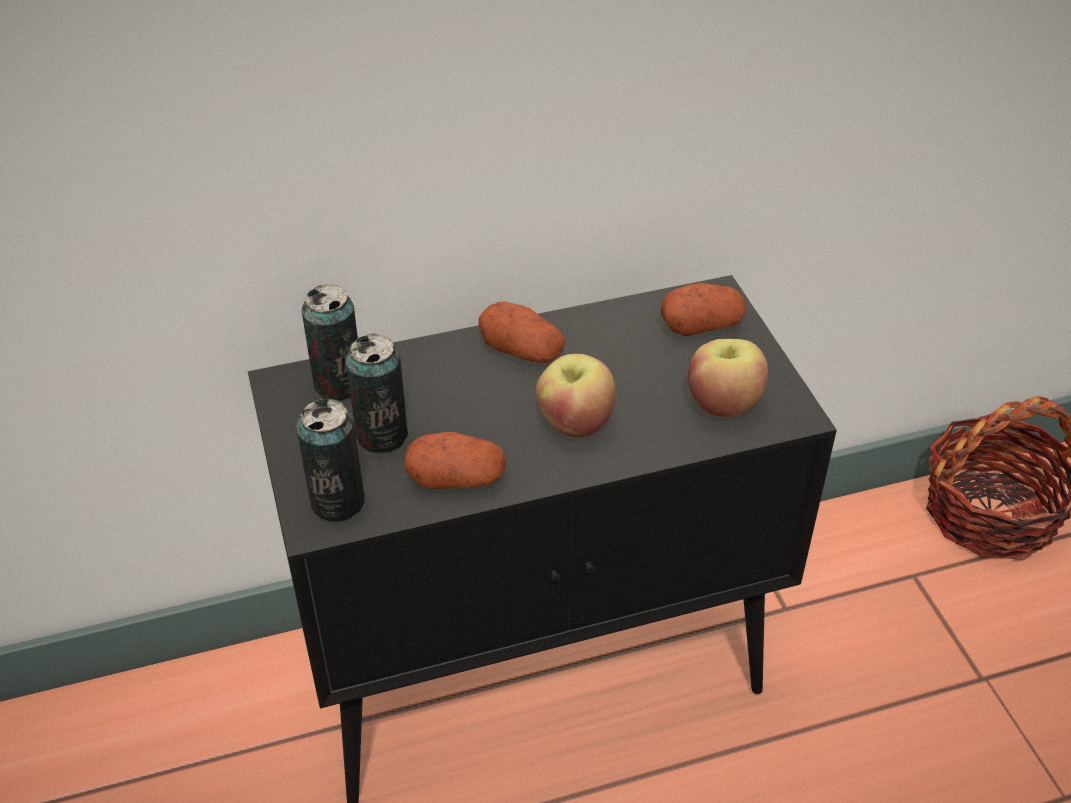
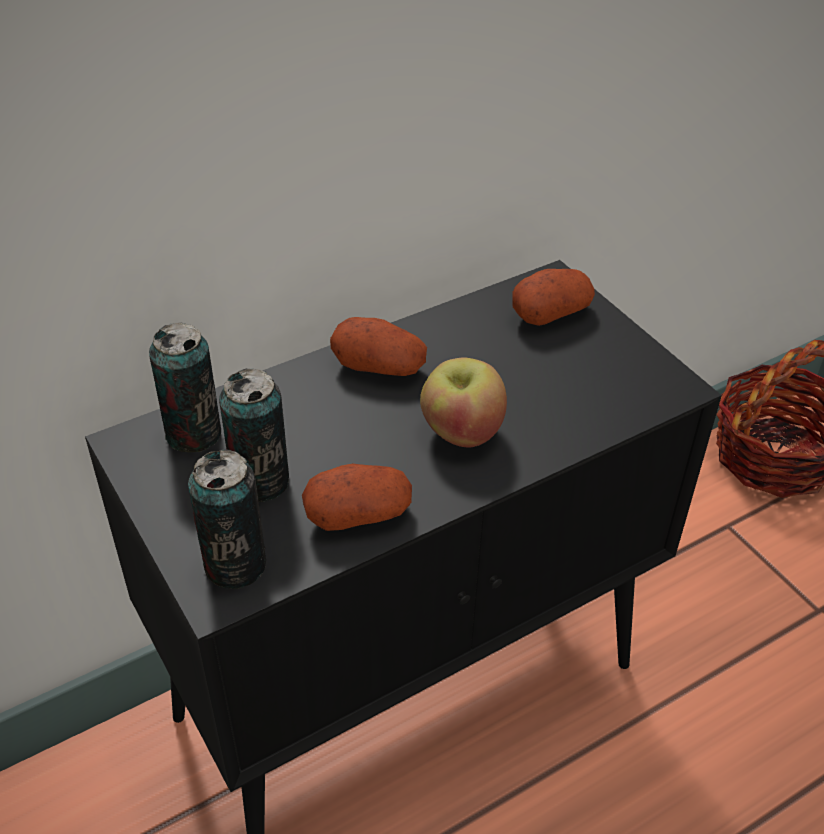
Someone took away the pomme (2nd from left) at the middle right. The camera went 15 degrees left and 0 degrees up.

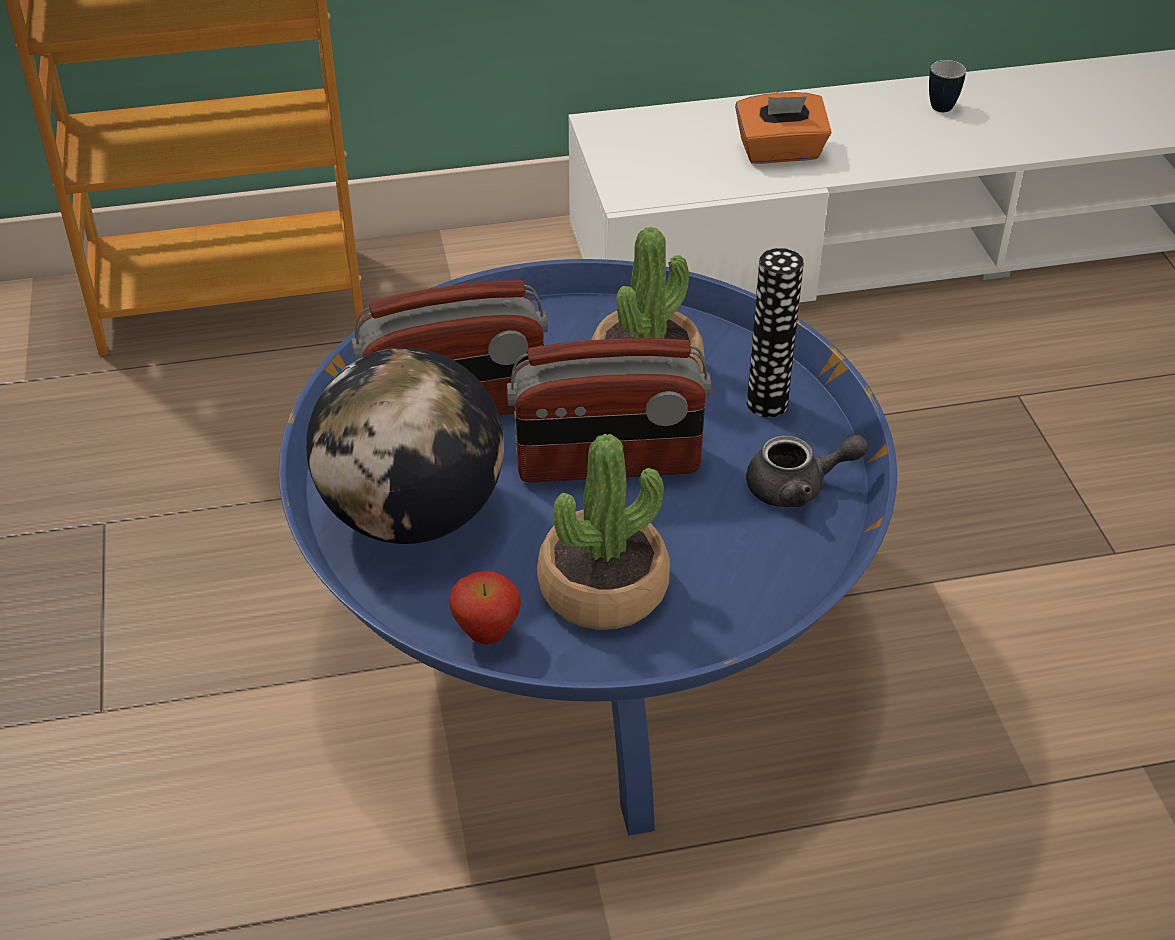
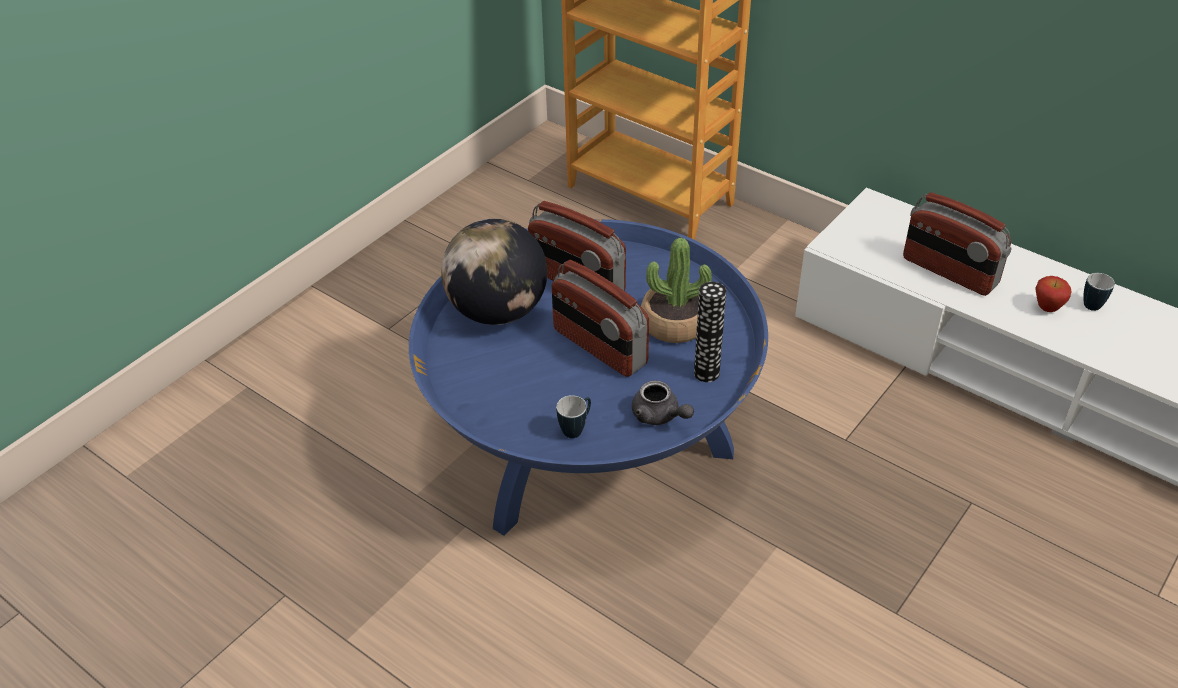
Someone swapped the boîte à mouchoirs (orange) at the top centre for the radio (3rd from left) at the middle right. Someone took away the plante en pot (1st from left) at the centre. Someone carried the pomme from the centre to the middle right. Someone put down the mug (1st from left) at the centre. The camera went 50 degrees right and 0 degrees up.

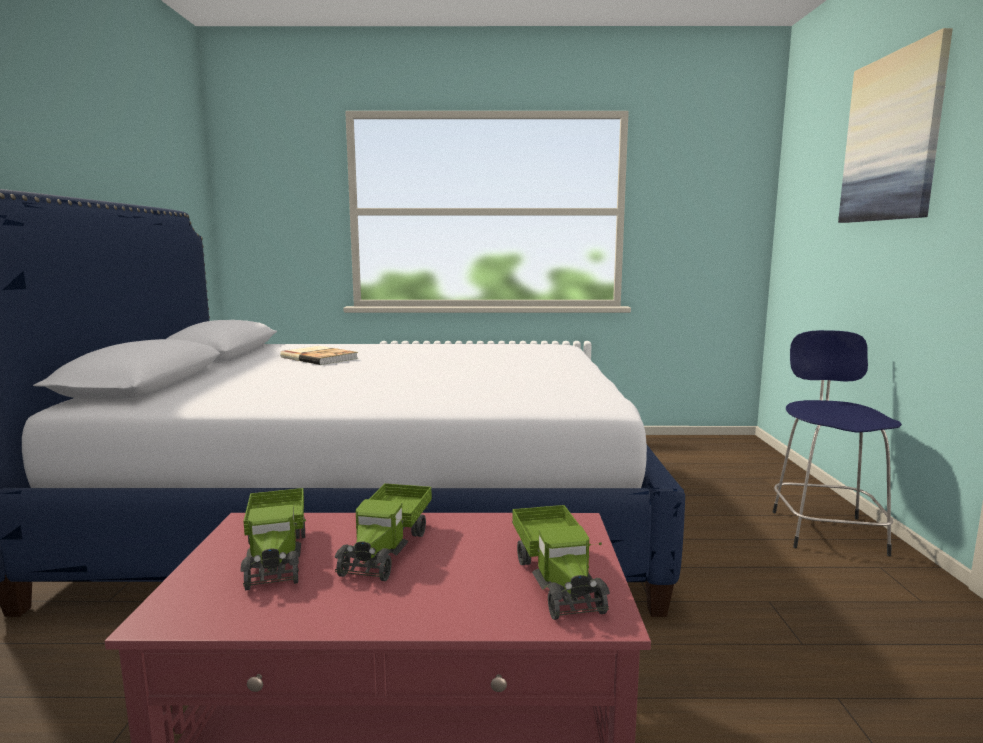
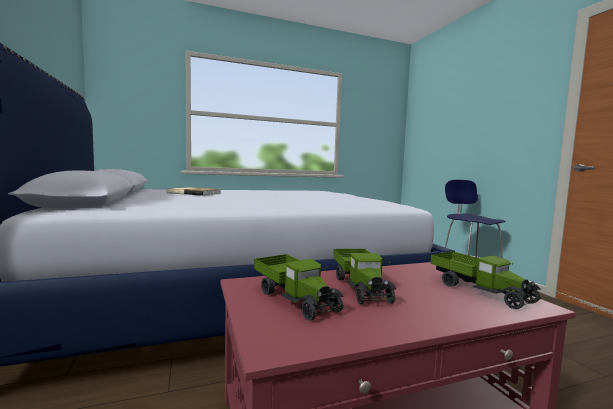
Someone took away the tableau at the top right. The camera went 20 degrees left and 5 degrees down.

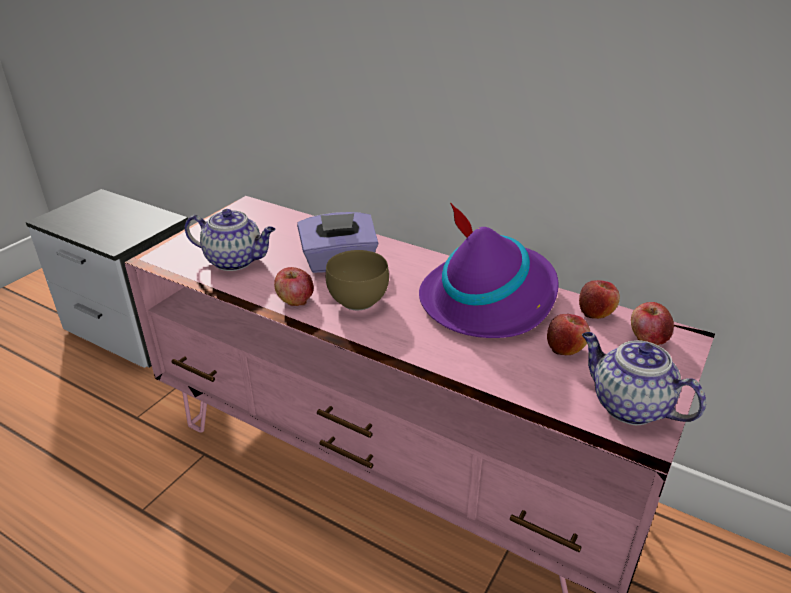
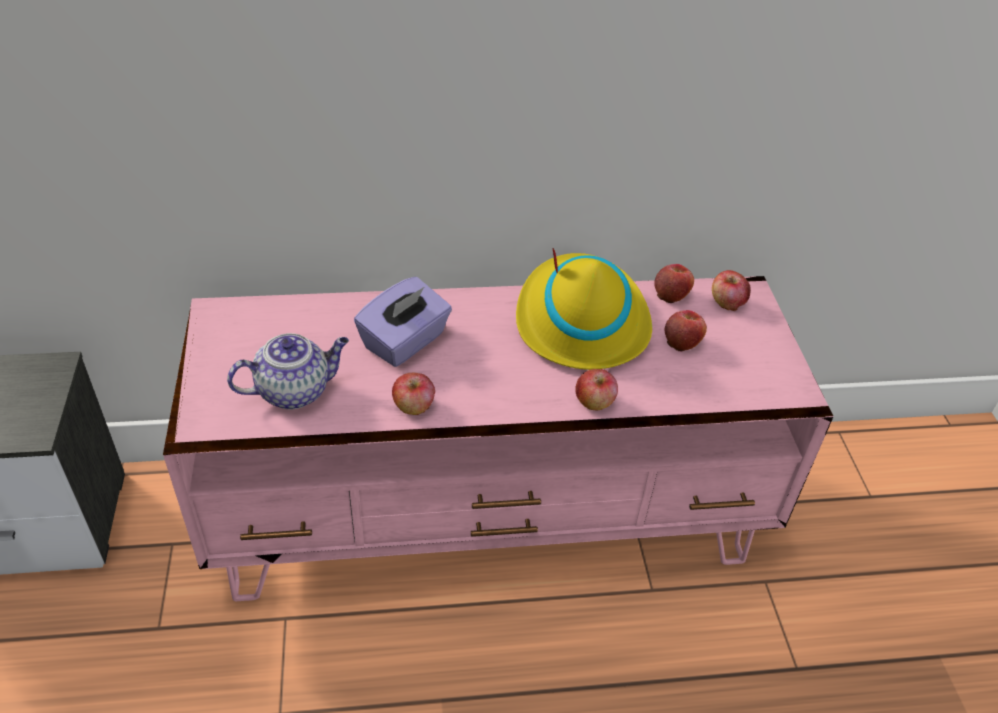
Someone repainted the chapeau (violet) at the centre, which became the chapeau (jaune) at the centre. Someone took away the bol (marron) at the centre. Someone took away the théière (2nd from left) at the middle right. Someone put down the pomme (2nd from left) at the centre. The camera went 40 degrees left and 10 degrees up.

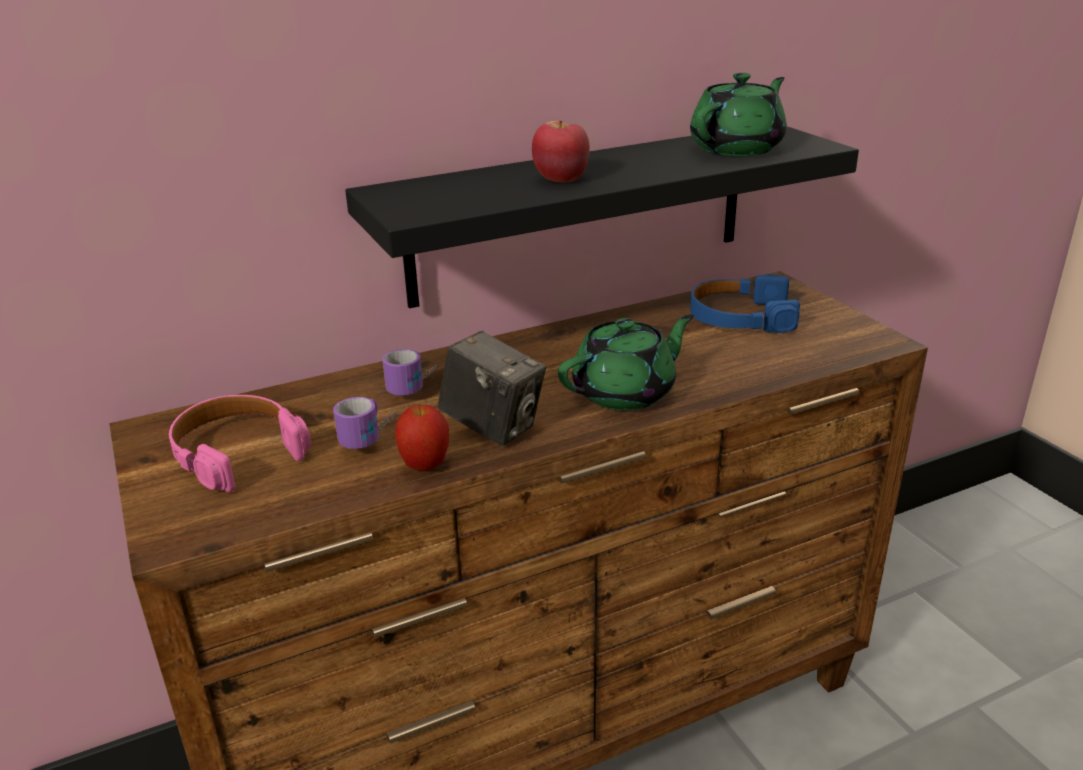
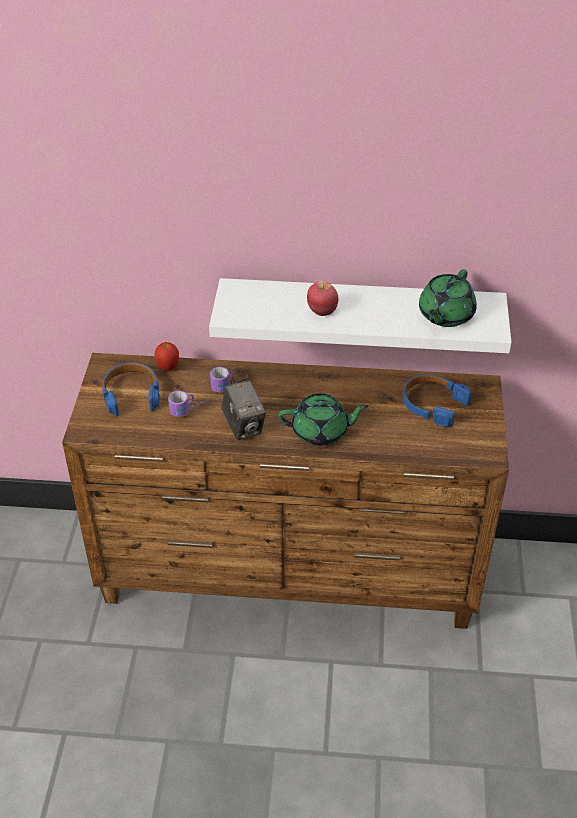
Someone rotated the théière (vert) (2nd from left) at the top right by 135 degrees clockwise. Someone repainted the étagère (noir) at the top centre, which became the étagère (blanc) at the centre. Someone repainted the casque audio (rose) at the middle left, which became the casque audio (bleu) (1st from left) at the middle left. Someone carried the pomme (1st from left) from the centre to the middle left. The camera went 30 degrees right and 15 degrees up.

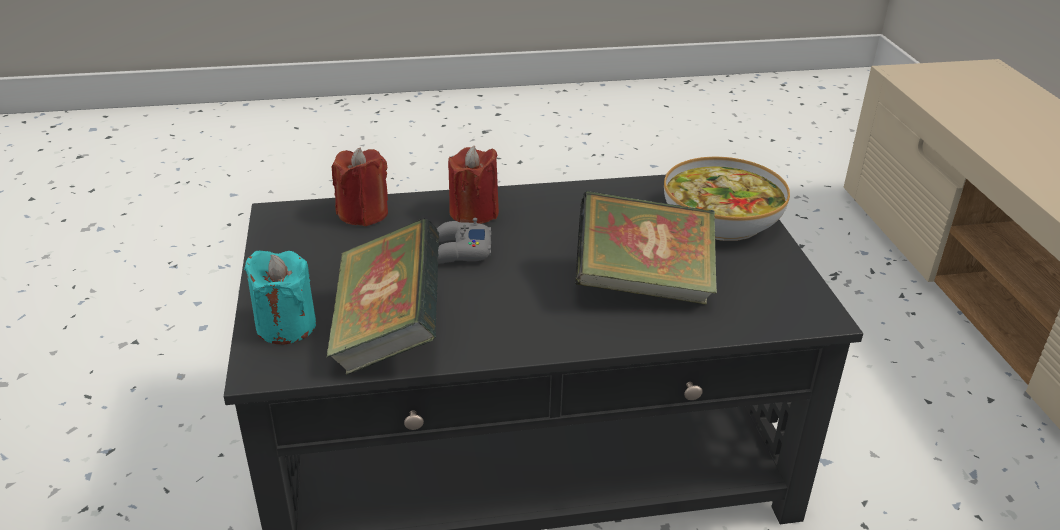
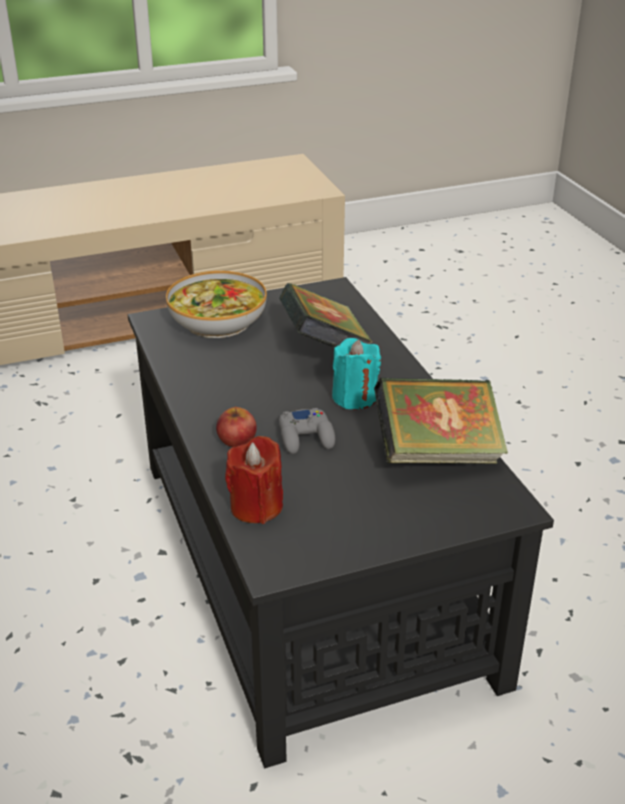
Someone swapped the bougie (rouge) (2nd from left) at the centre for the pomme at the centre. Someone carried the bougie (turquoise) from the middle left to the centre. The camera went 100 degrees left and 0 degrees up.

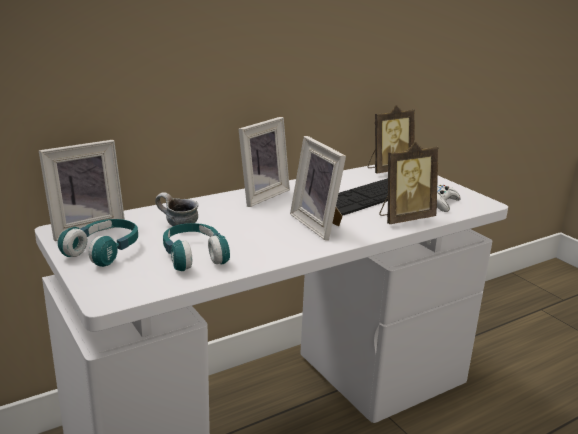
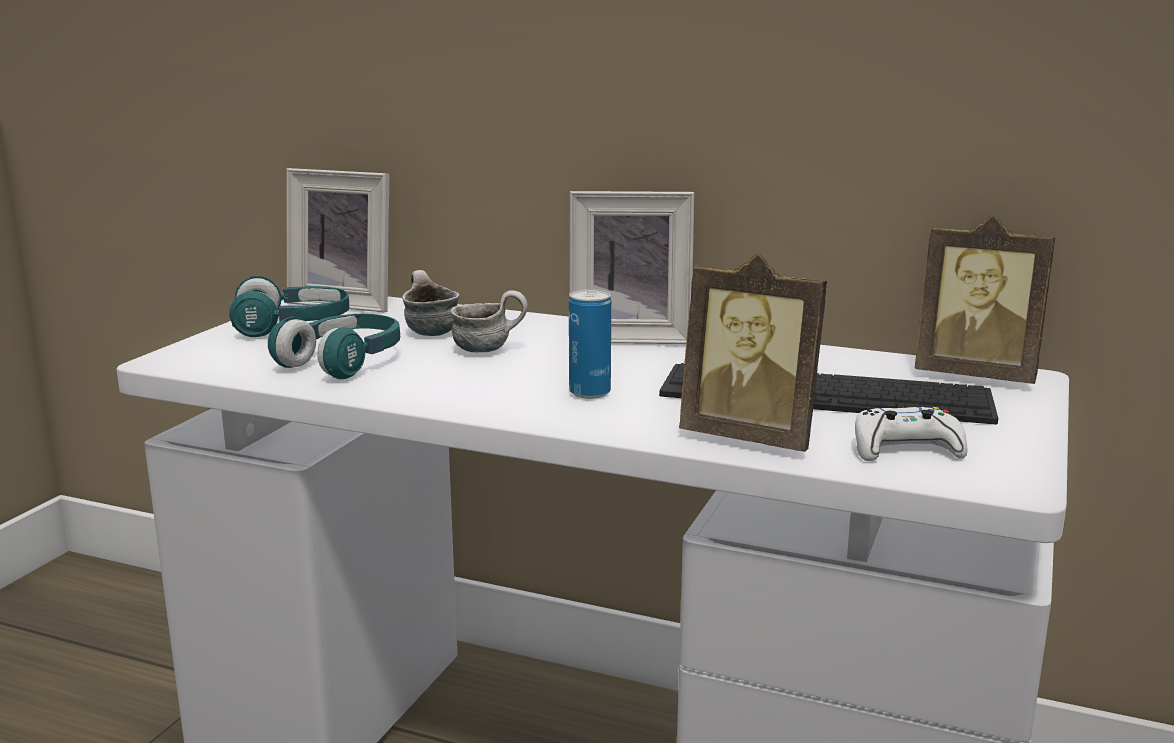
Someone swapped the cadre photo (3rd from left) at the centre for the boîte métallique at the centre. Someone put down the mug (2nd from left) at the centre. The camera went 55 degrees right and 5 degrees down.

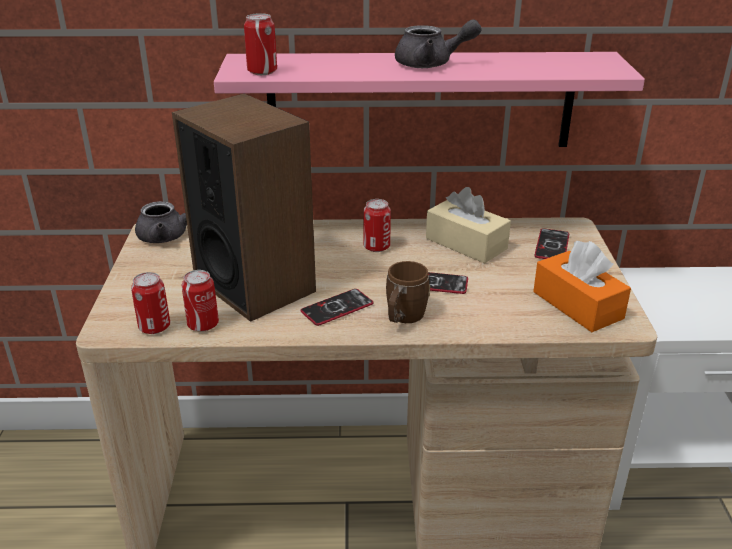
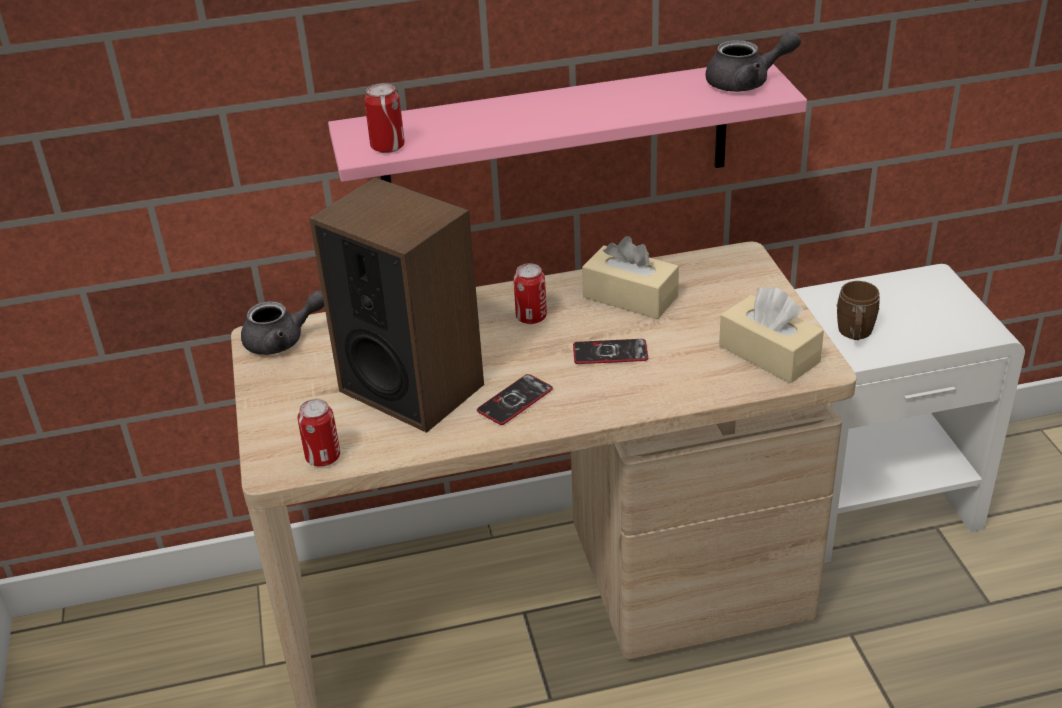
Someone carried the théière (gris) (2nd from left) from the top centre to the top right. Someone took away the téléphone (3rd from left) at the middle right. Someone repainted the boîte à mouchoirs (orange) at the middle right, which became the boîte à mouchoirs (beige) (2nd from left) at the middle right. Someone carried the mug (marron) from the centre to the middle right. Someone took away the boîte métallique (2nd from left) at the middle left. The camera went 10 degrees left and 5 degrees up.

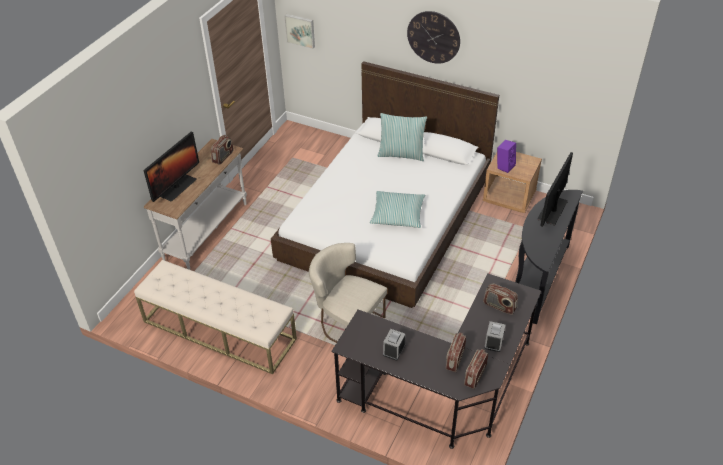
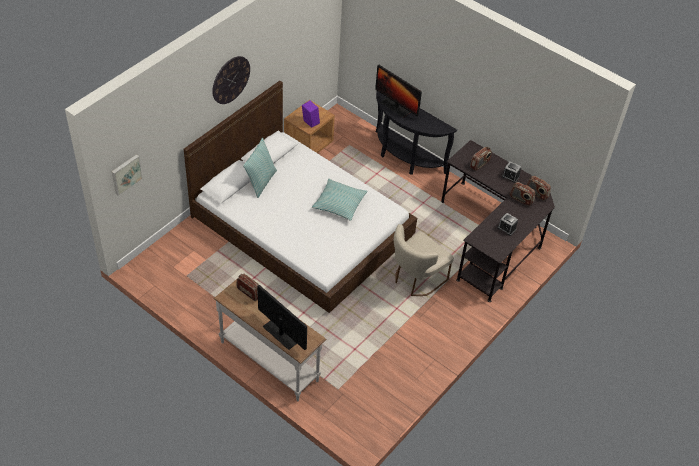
Someone took away the banc (beige) at the bottom left. The camera went 80 degrees left and 5 degrees up.

